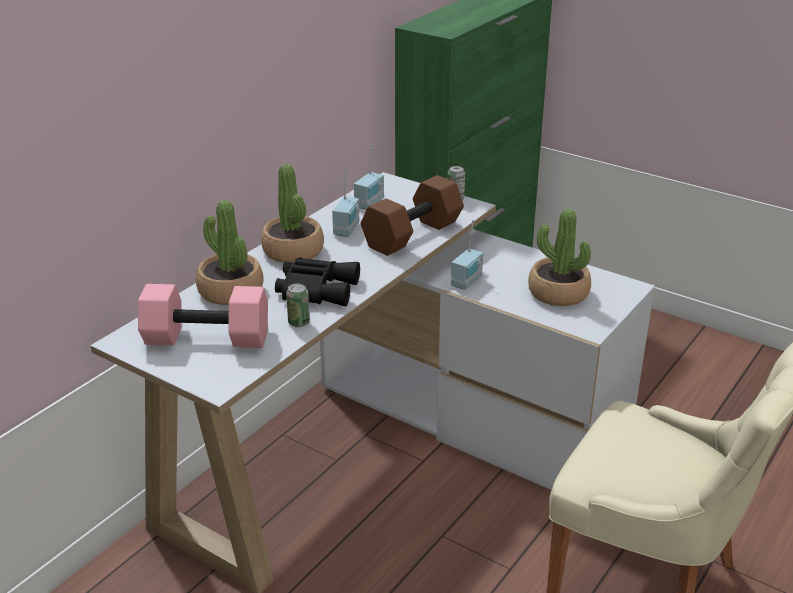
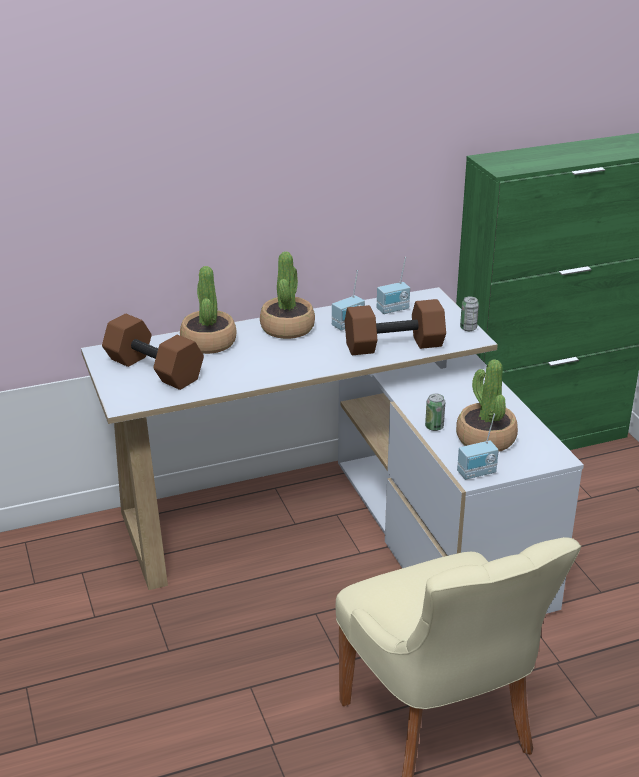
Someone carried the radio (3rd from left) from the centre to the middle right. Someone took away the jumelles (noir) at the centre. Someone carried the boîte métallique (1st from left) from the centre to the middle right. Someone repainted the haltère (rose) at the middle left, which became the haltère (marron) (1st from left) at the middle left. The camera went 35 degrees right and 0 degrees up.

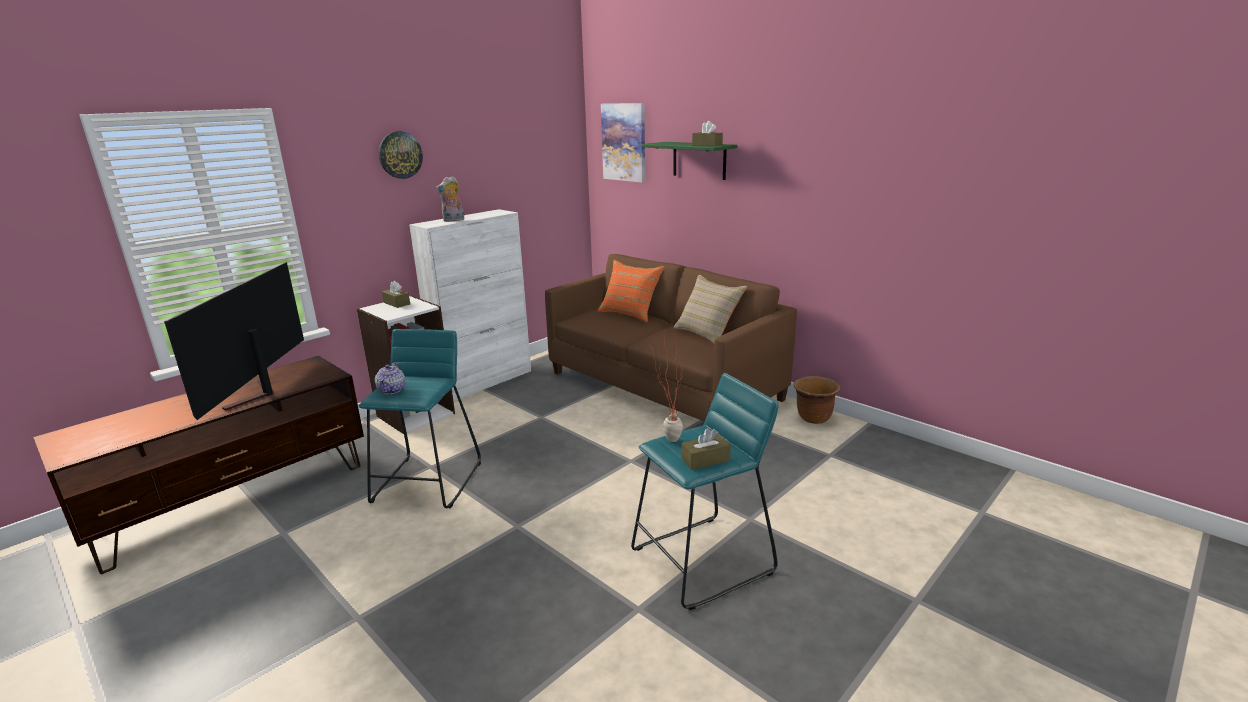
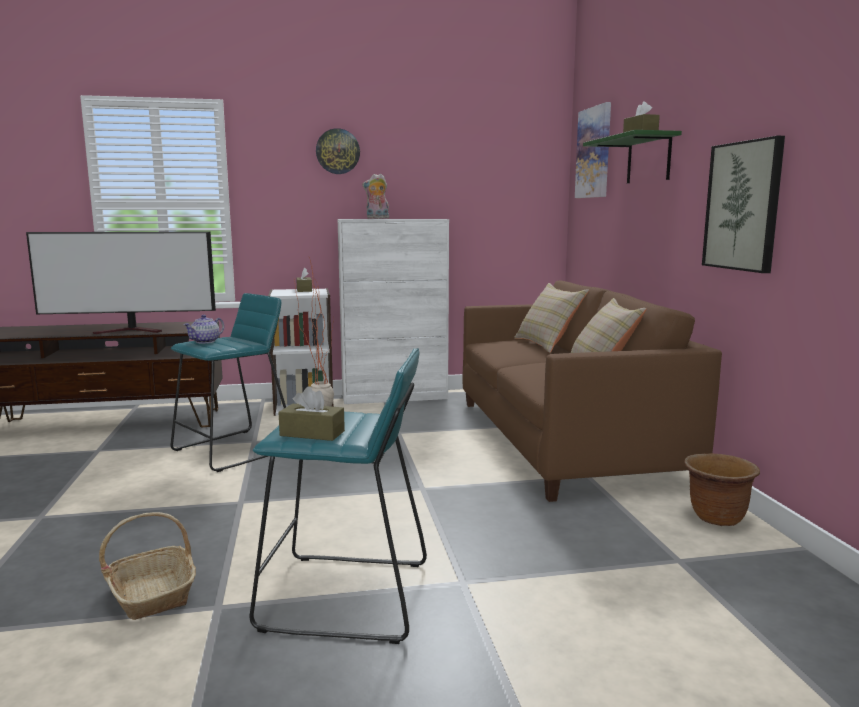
Someone repainted the coussin (orange) at the centre, which became the coussin (beige) (1st from left) at the centre. Someone rotated the téléviseur at the middle left by 135 degrees counterclockwise. Someone put up the tableau (2nd from left) at the top right. Someone put down the panier at the bottom left. The camera went 35 degrees right and 10 degrees down.

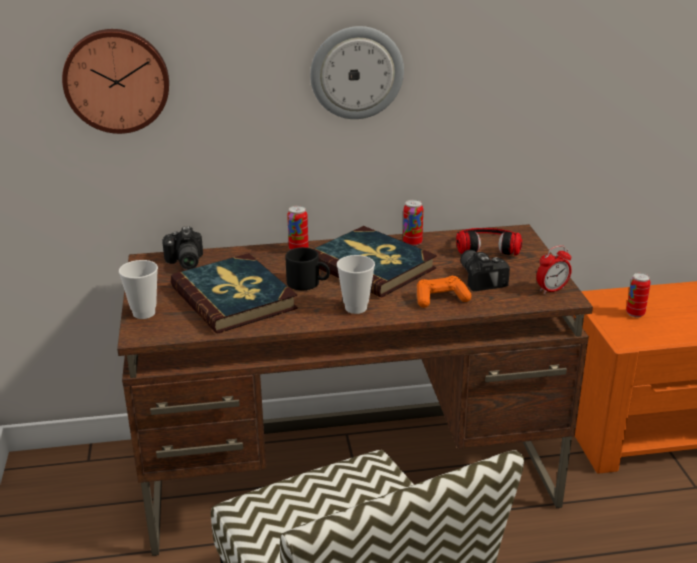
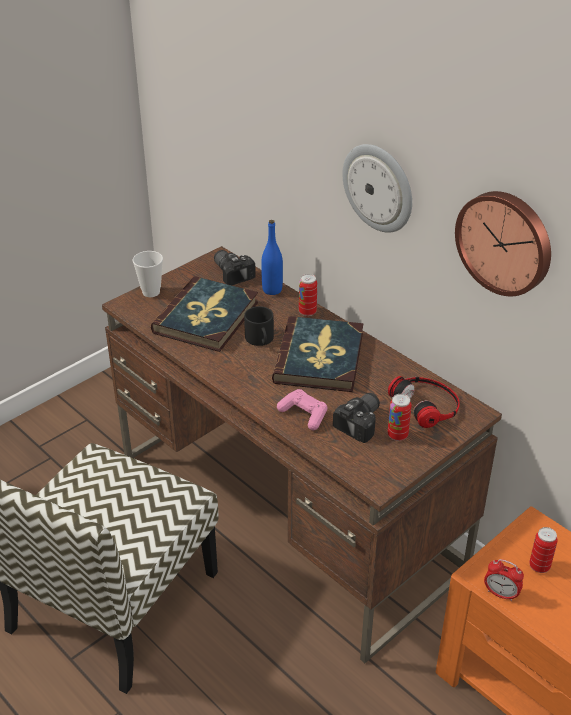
Someone carried the horloge murale (1st from left in the first image) from the top left to the middle right. Someone carried the boîte métallique (2nd from left) from the centre to the middle right. Someone rotated the appareil photo (1st from left) at the middle left by 105 degrees clockwise. Someone carried the réveil from the middle right to the bottom right. Someone took away the tasse (2nd from left) at the centre. Someone repainted the manette (orange) at the centre, which became the manette (rose) at the centre. Someone put down the bouteille (bleu) at the centre. The camera went 55 degrees right and 10 degrees up.

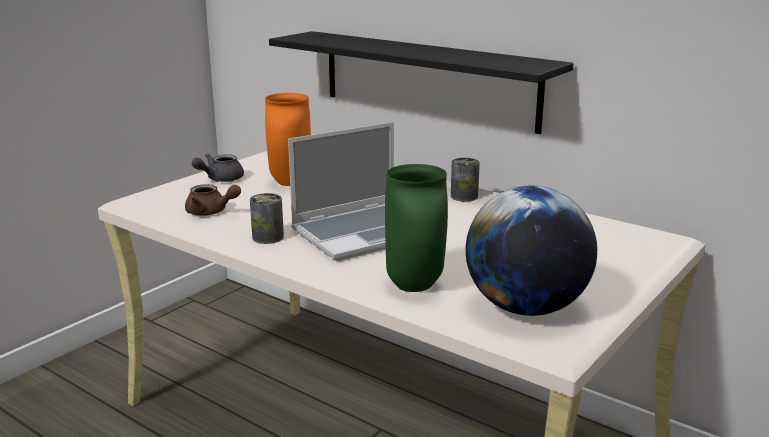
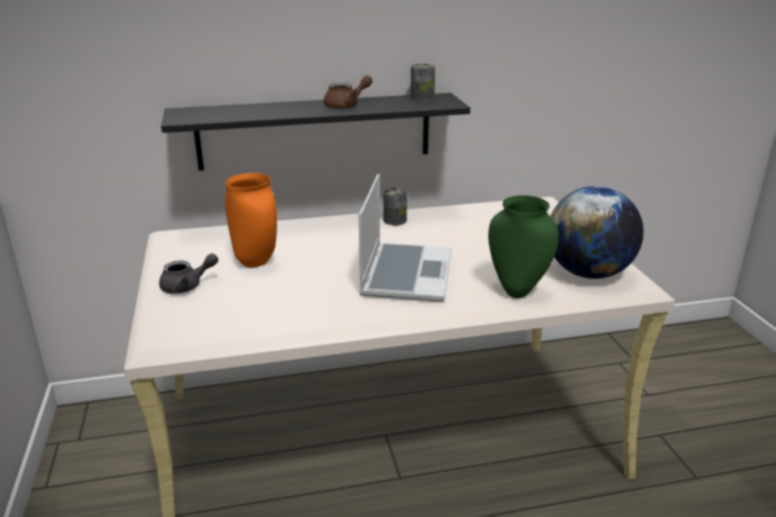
Someone rotated the théière (gris) at the middle left by 105 degrees counterclockwise. Someone carried the théière (marron) from the middle left to the top centre. Someone carried the boîte métallique (1st from left in the first image) from the centre to the top centre. The camera went 50 degrees left and 5 degrees up.

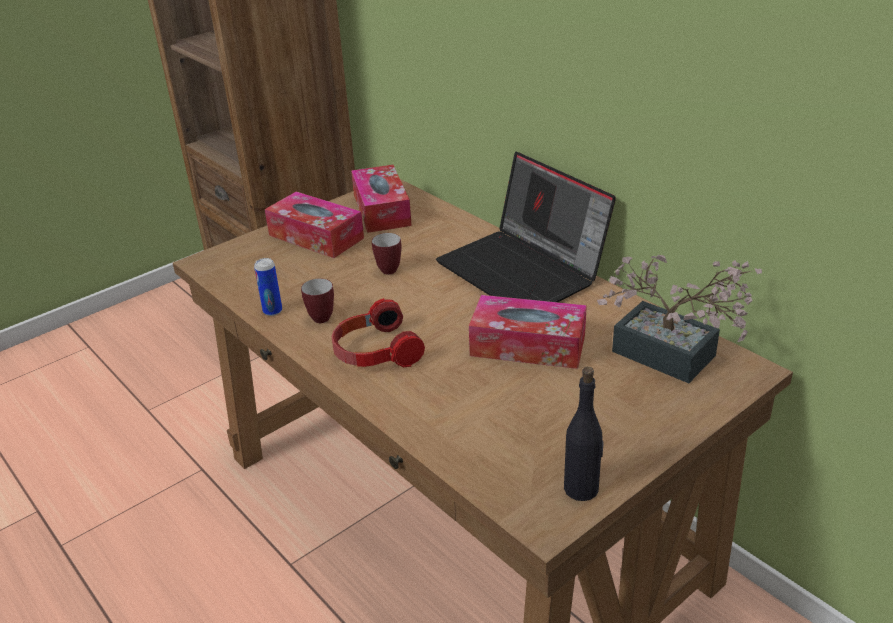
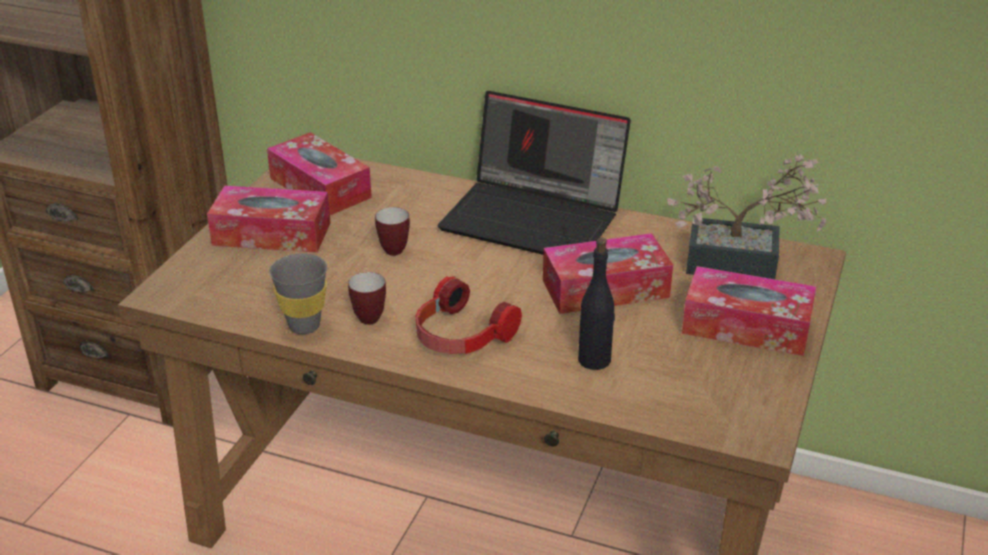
Someone swapped the boîte métallique at the middle left for the tasse (gris) at the middle left. Someone carried the bouteille (noir) from the bottom centre to the centre. Someone put down the boîte à mouchoirs (4th from left) at the middle right. The camera went 30 degrees left and 0 degrees up.

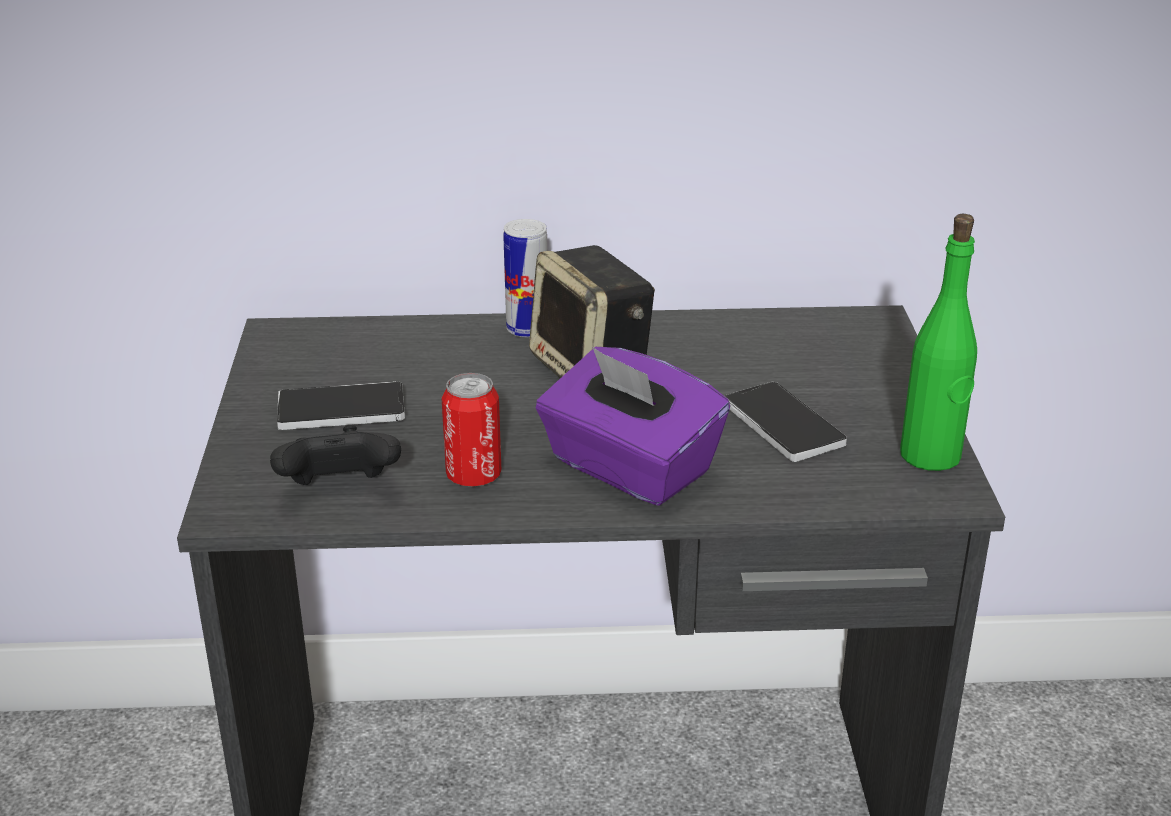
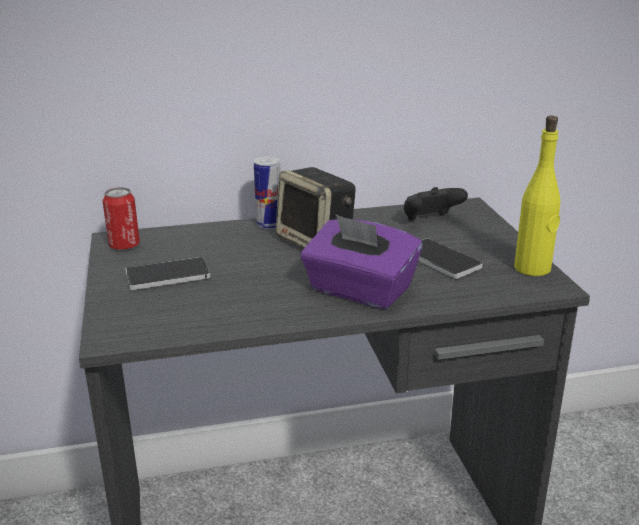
Someone repainted the bouteille (vert) at the middle right, which became the bouteille (jaune) at the middle right. Someone carried the boîte métallique (1st from left) from the centre to the middle left. Someone carried the manette (noir) from the middle left to the middle right. The camera went 10 degrees left and 5 degrees down.

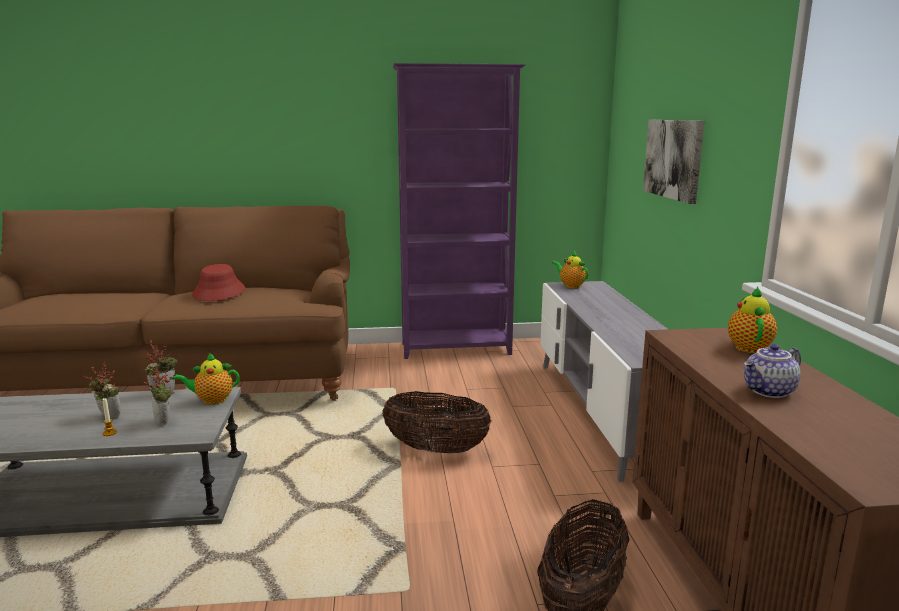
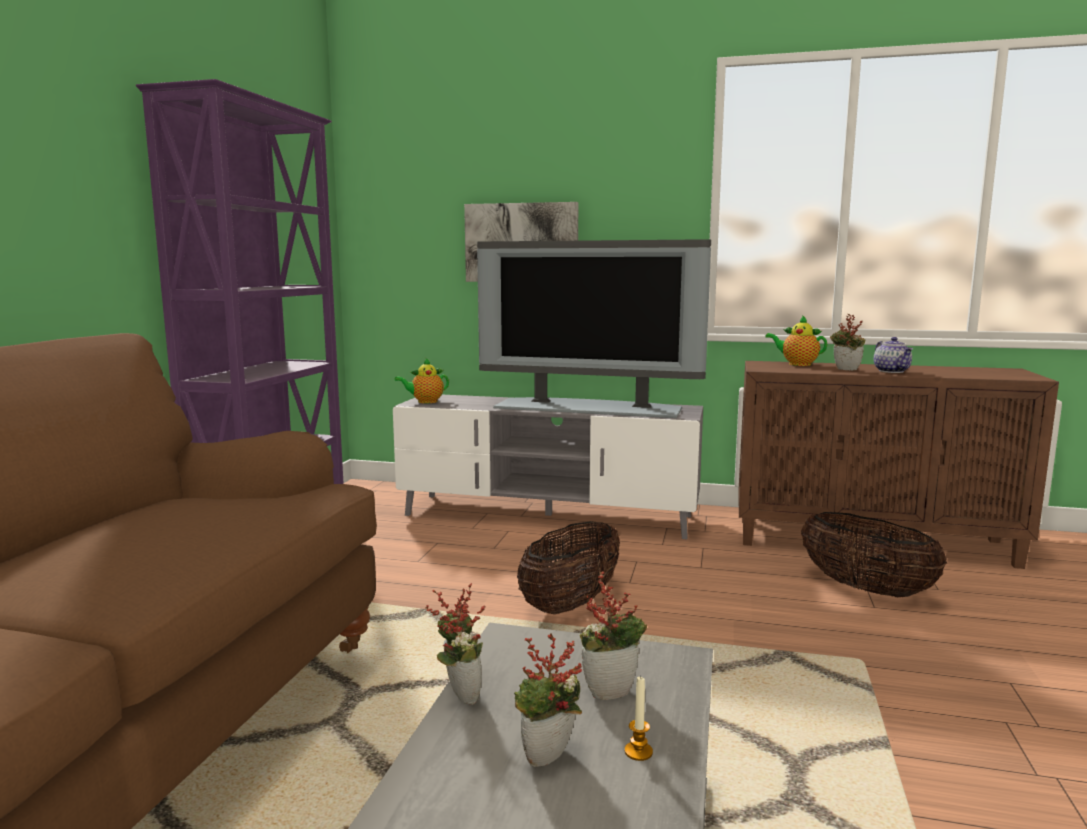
Someone took away the chapeau (rouge) at the middle left. Someone took away the théière (1st from left) at the middle left. Someone put down the téléviseur at the centre. Someone put down the plante en pot (4th from left) at the middle right. The camera went 70 degrees left and 5 degrees down.

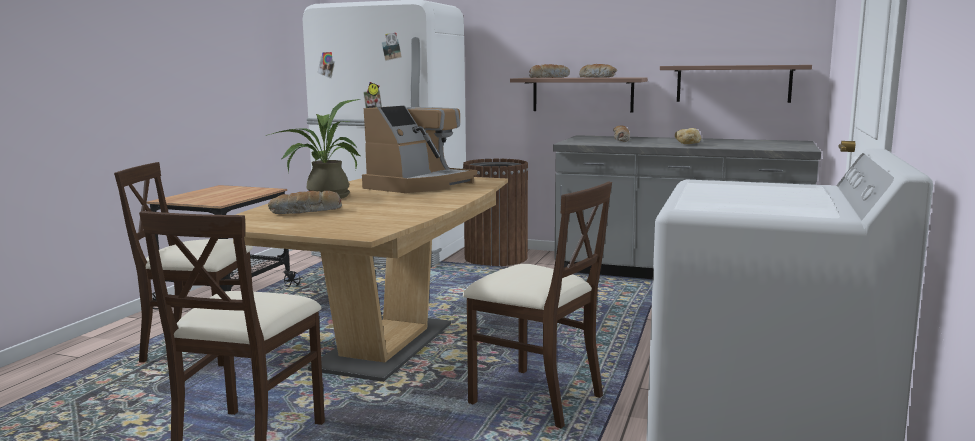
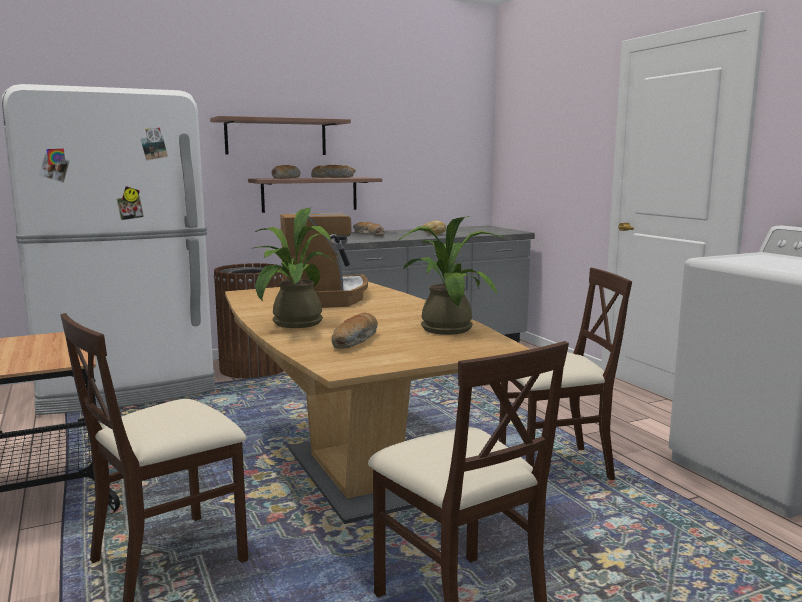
Someone carried the étagère (2nd from left in the first image) from the top right to the top centre. Someone put down the plante en pot (2nd from left) at the centre. The camera went 45 degrees left and 0 degrees up.

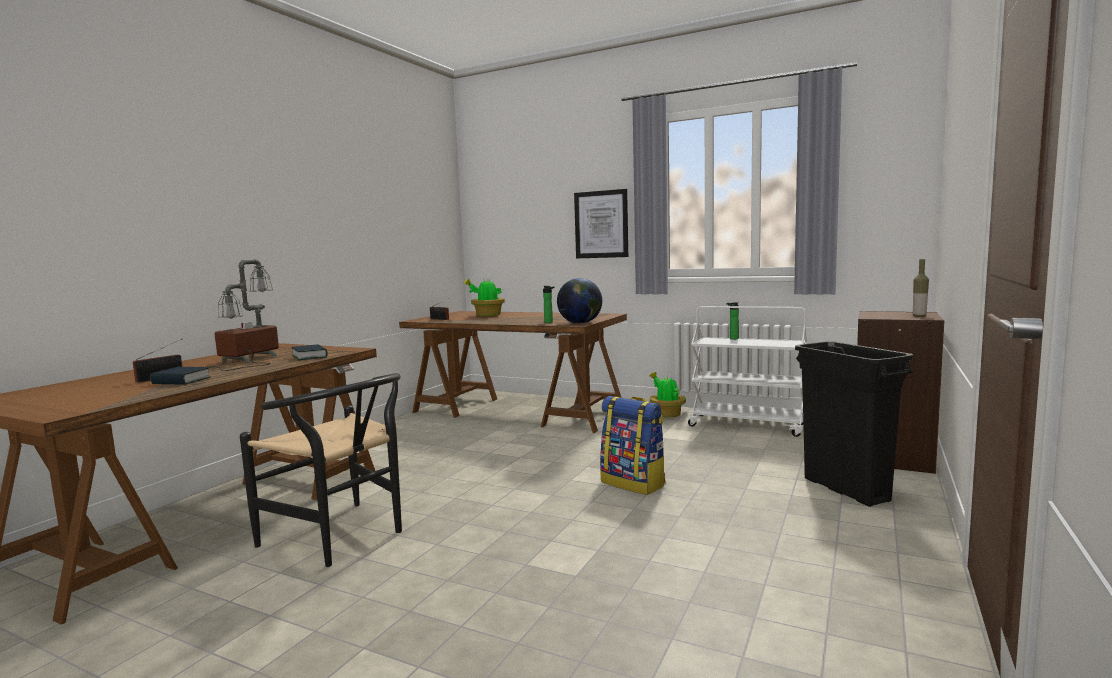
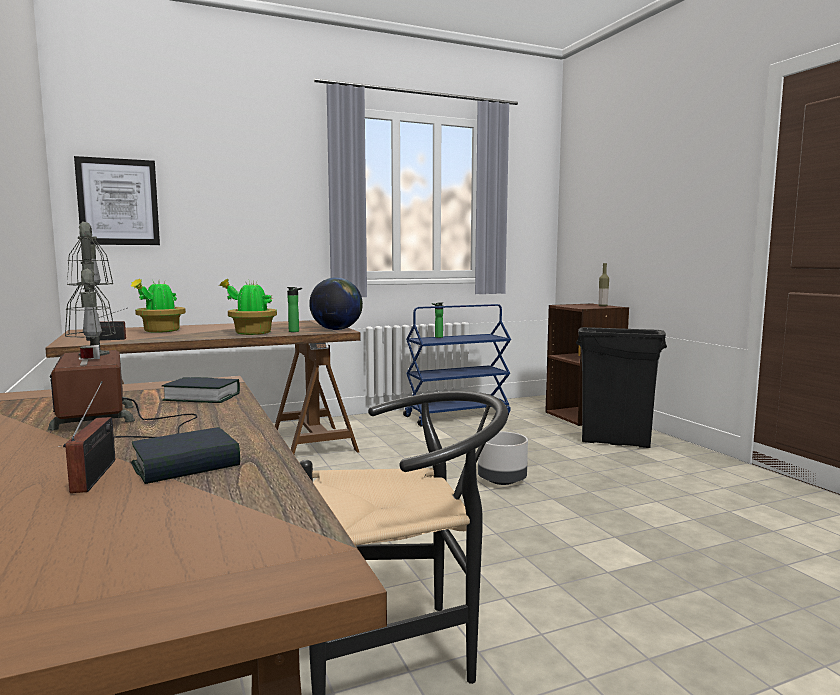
Someone carried the tableau from the top centre to the top left. Someone repainted the chariot (blanc) at the middle right, which became the chariot (bleu) at the centre. Someone carried the plante en pot (2nd from left) from the centre to the middle left. Someone swapped the sac à dos at the centre for the cache-pot (gris) at the centre. The camera went 50 degrees left and 0 degrees up.

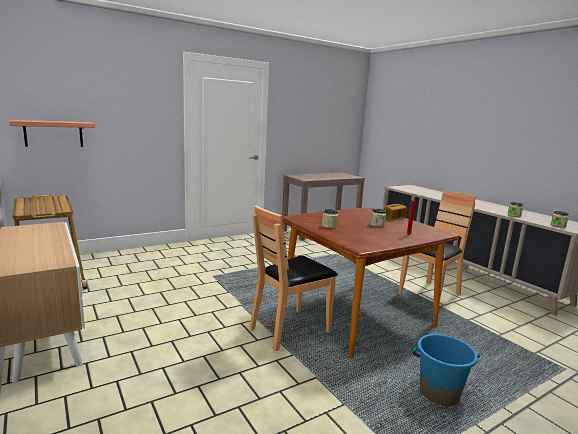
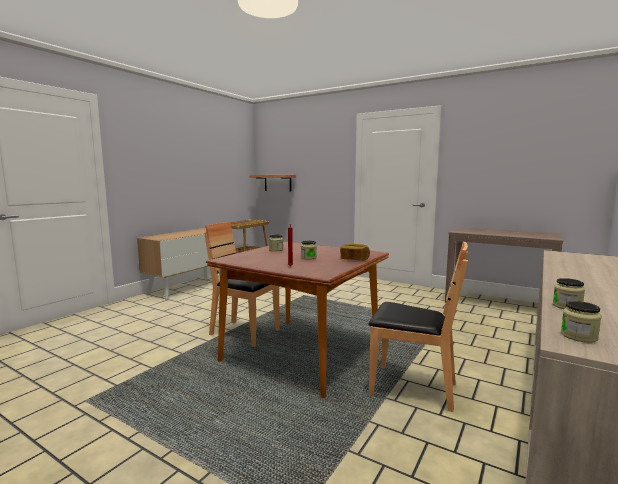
Someone took away the seau (bleu) at the bottom right. The camera went 65 degrees right and 5 degrees down.

